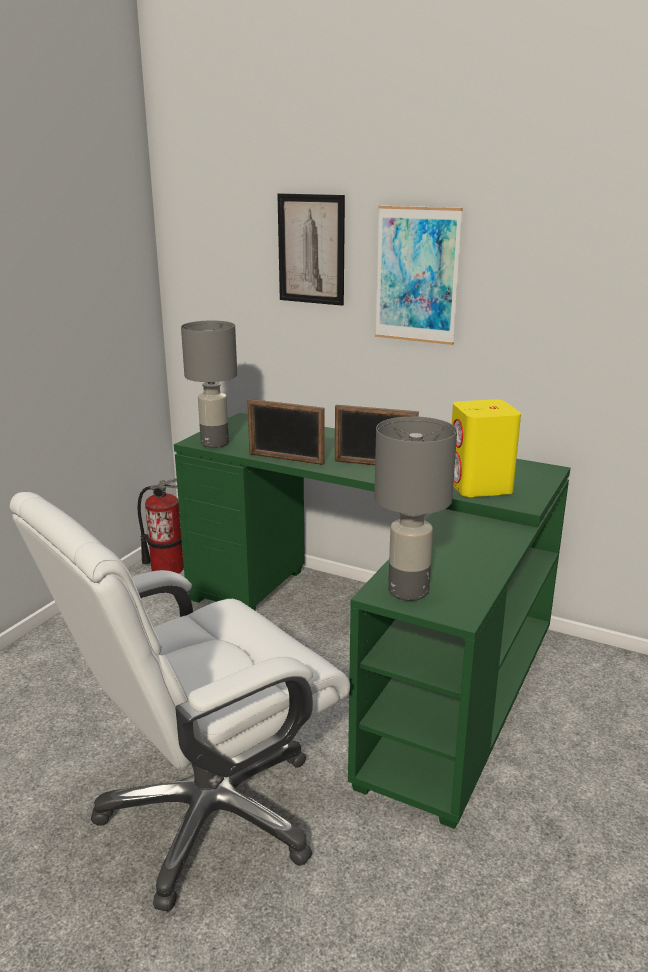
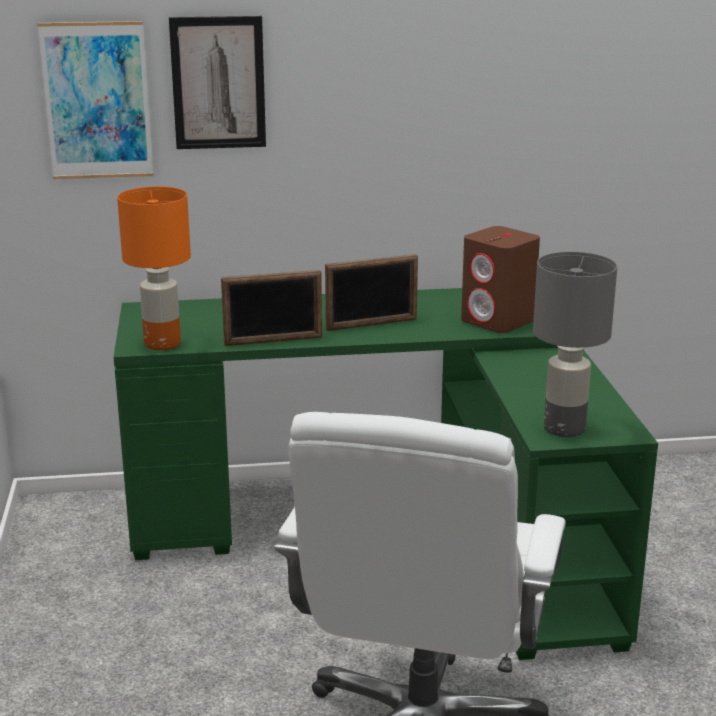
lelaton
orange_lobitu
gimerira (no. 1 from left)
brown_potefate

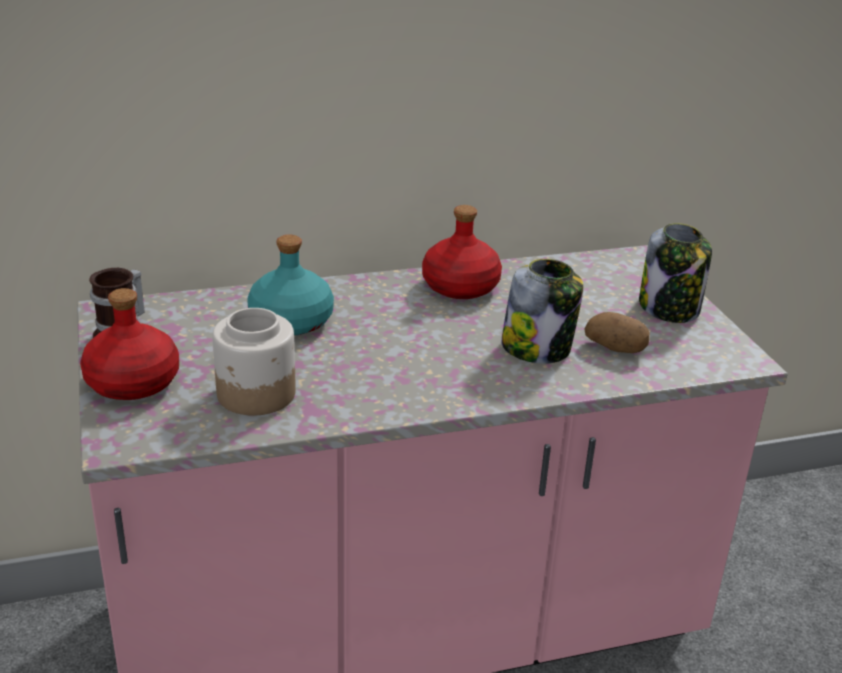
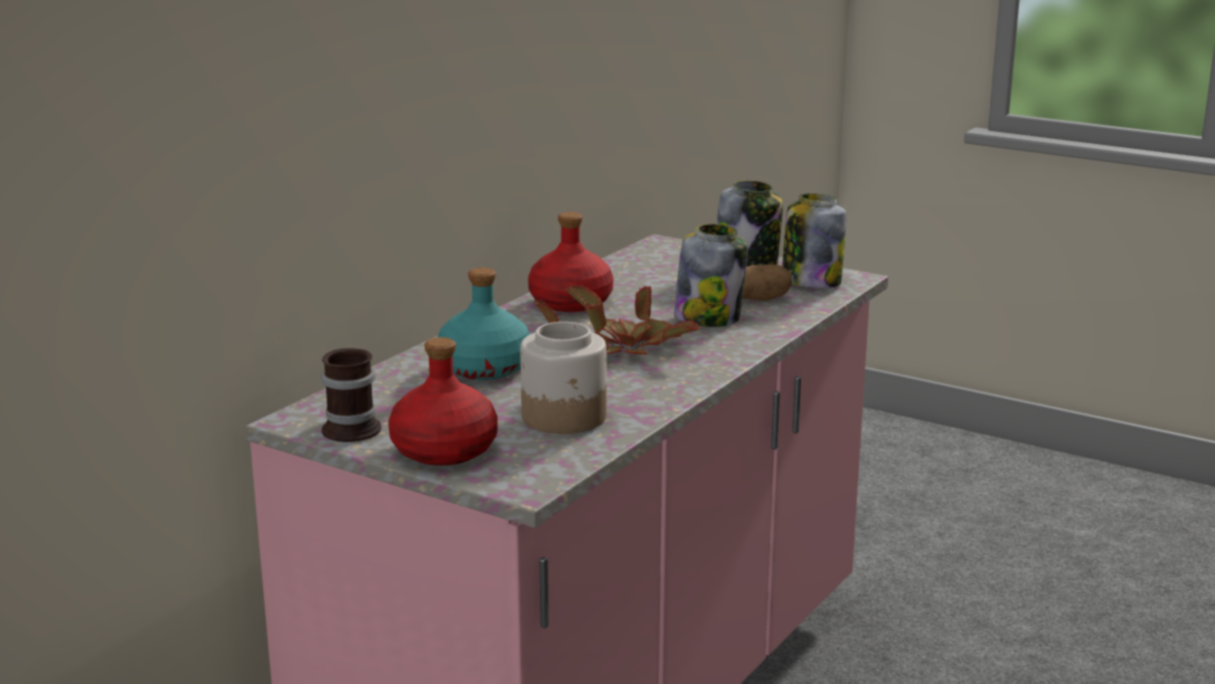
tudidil
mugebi (no. 4 from left)

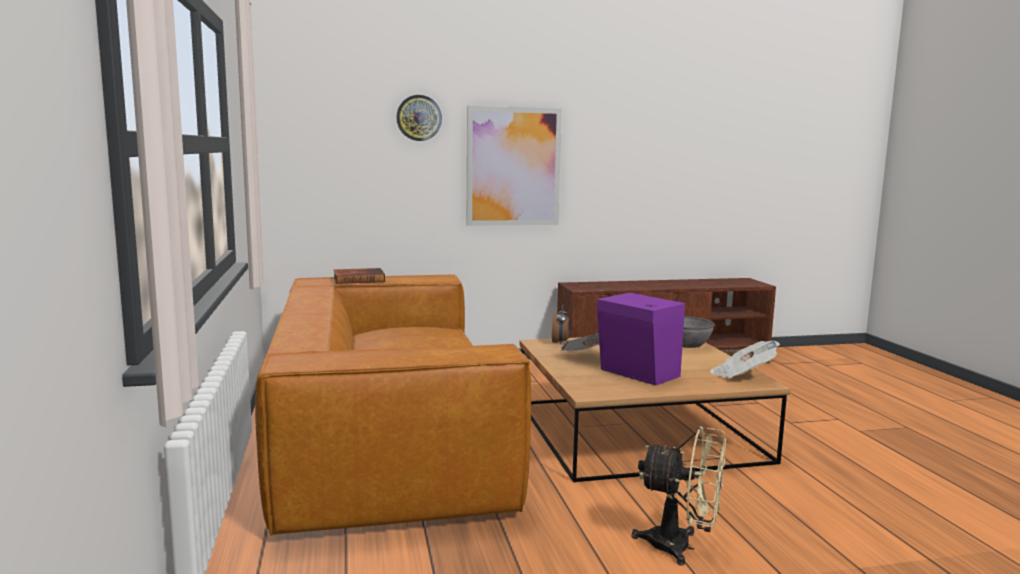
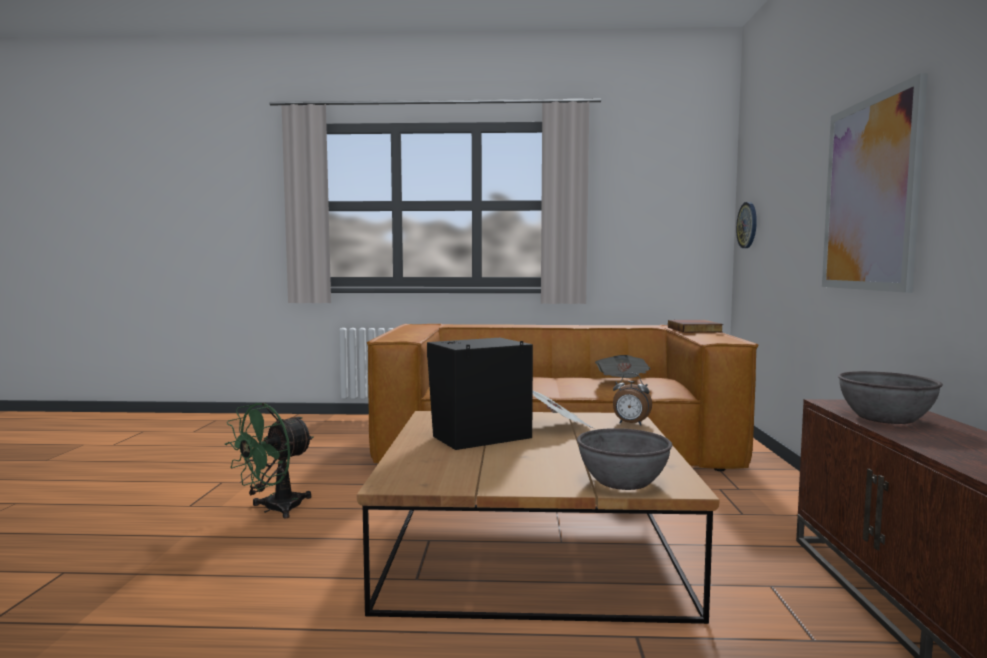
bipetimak
black_potefate
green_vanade
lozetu (no. 2 from left)
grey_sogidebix (no. 2 from left)

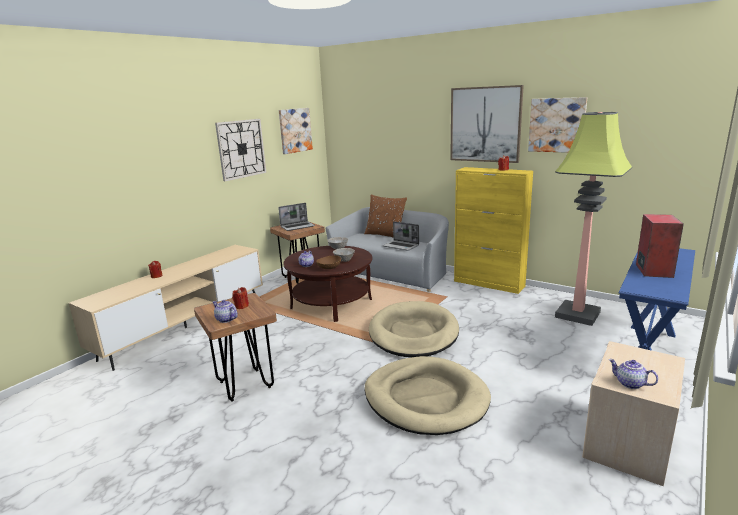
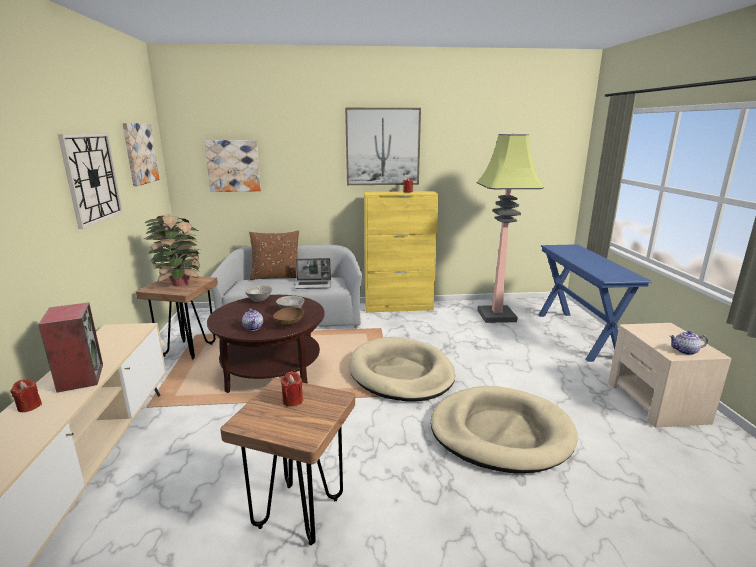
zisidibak (no. 1 from left in the first image)
tudidil
gimerira (no. 2 from left)
potefate

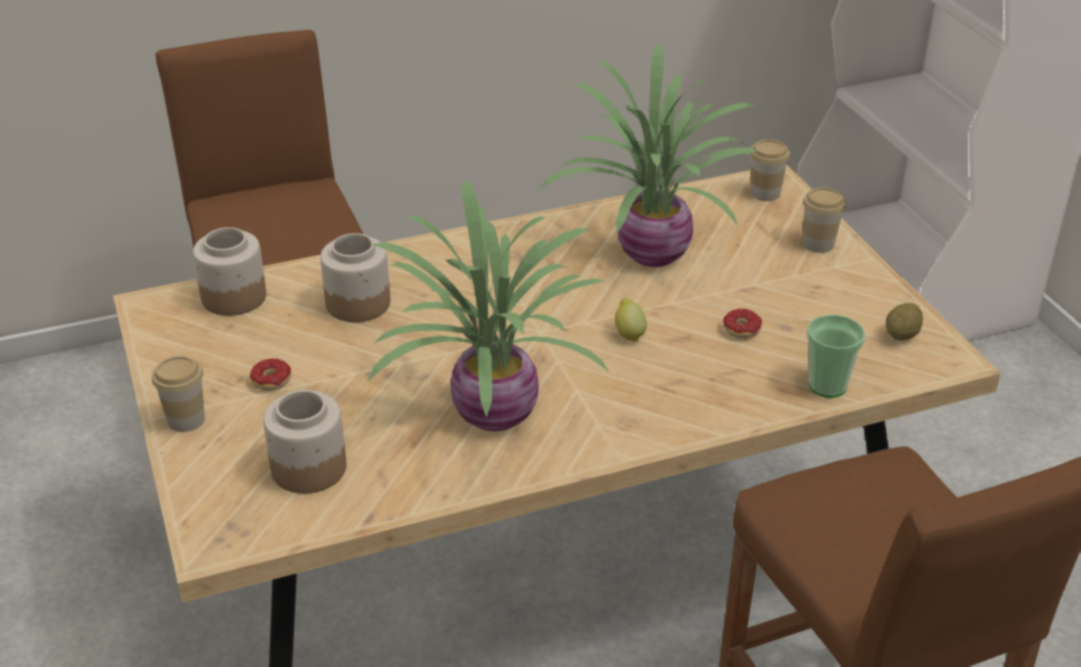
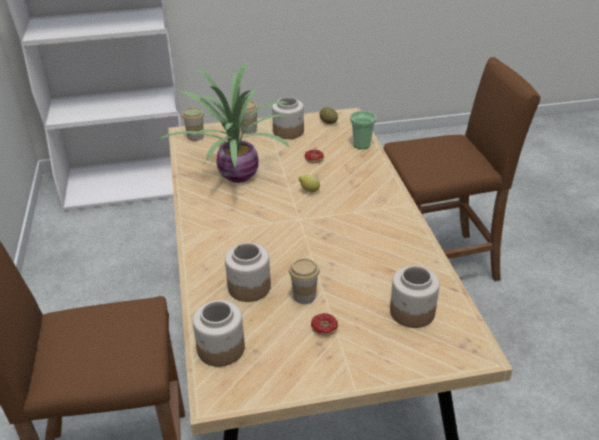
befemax (no. 3 from left)
tudidil (no. 1 from left in the first image)
mugebi (no. 3 from left)

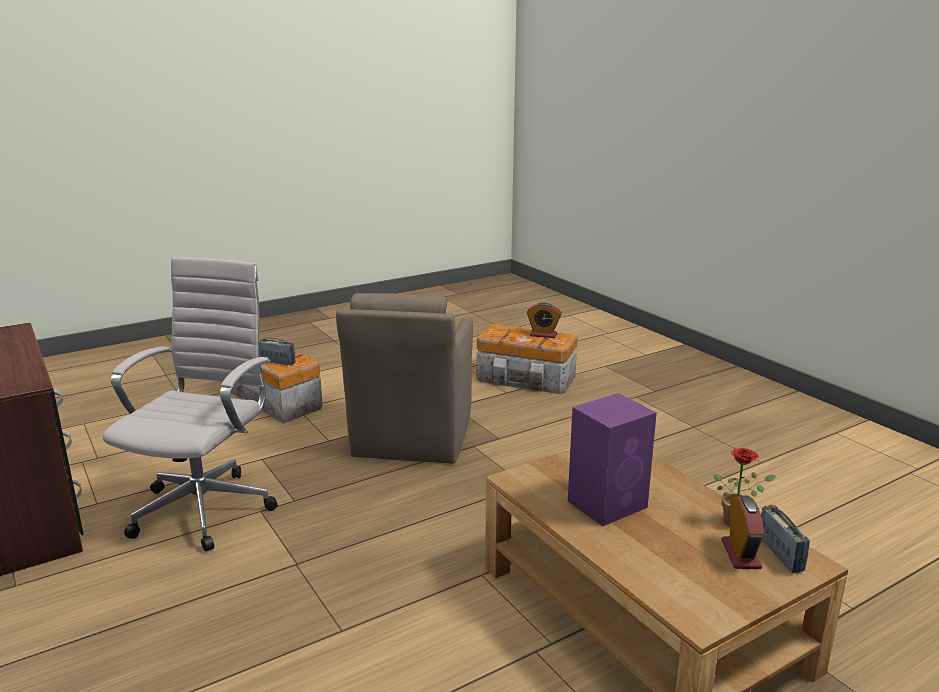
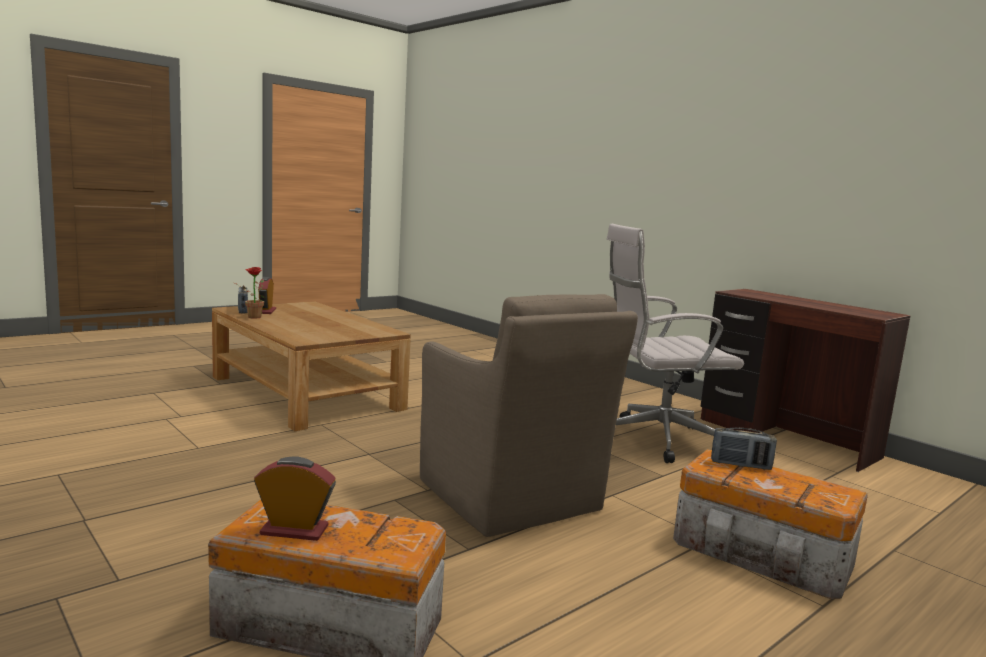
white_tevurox
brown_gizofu
purple_potefate

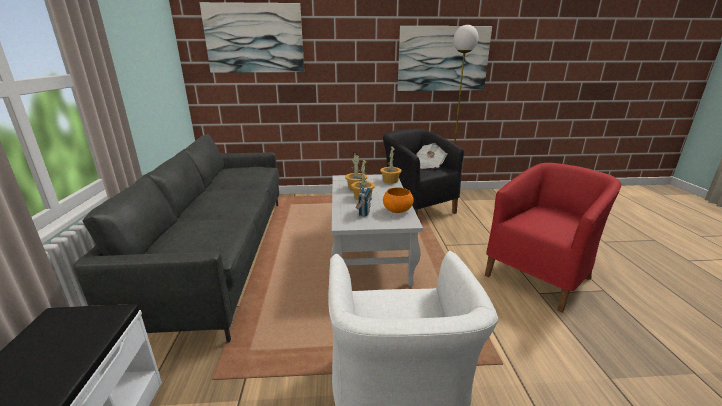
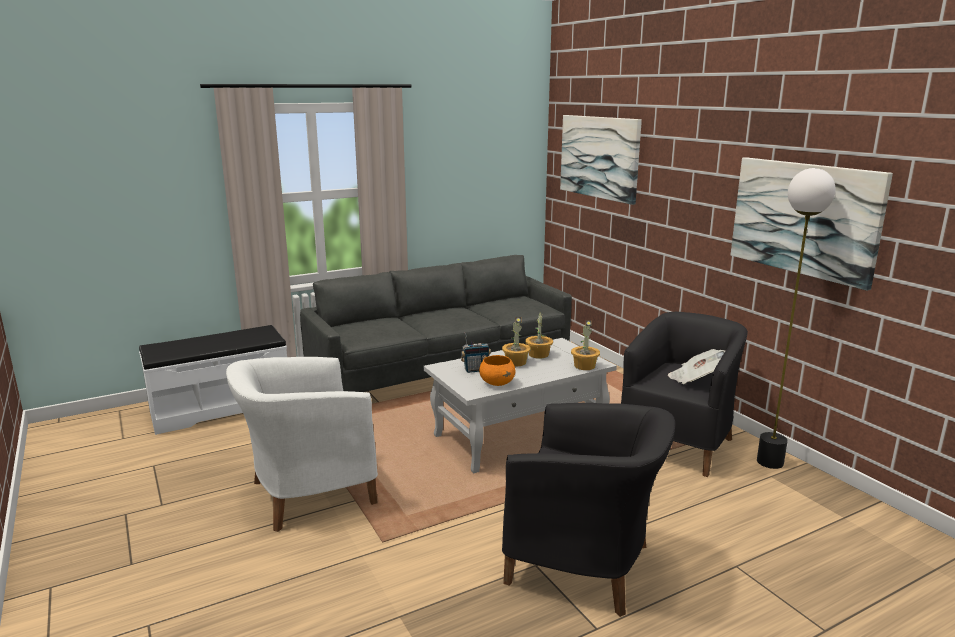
black_gizofu (no. 1 from left)

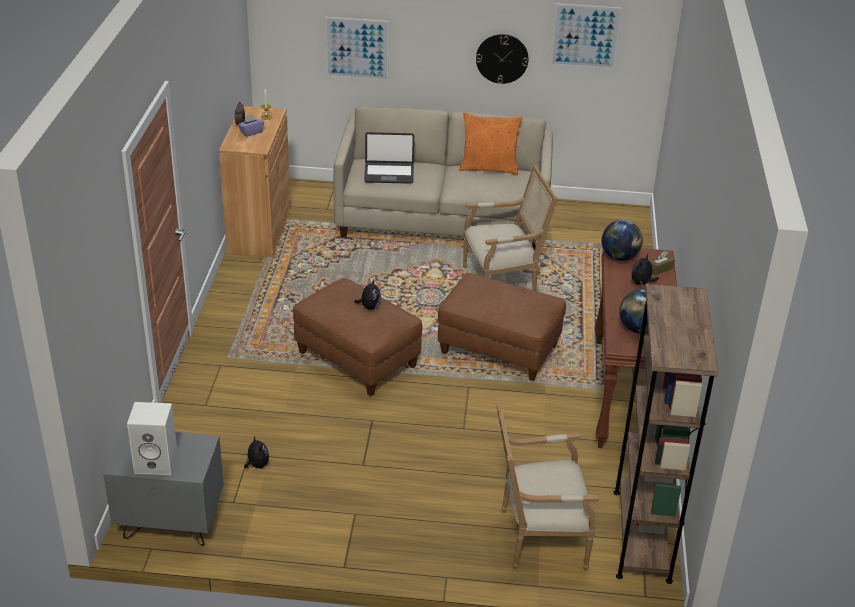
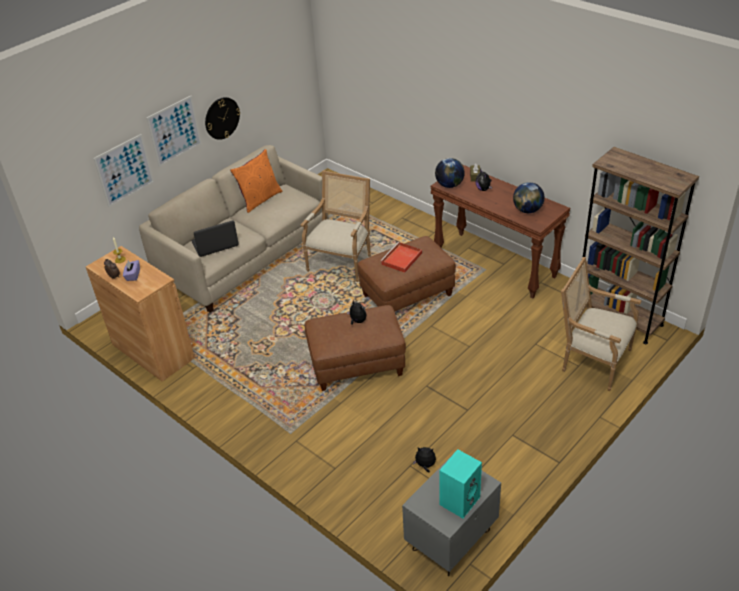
turquoise_potefate
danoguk
gizofu (no. 2 from left)
gimerira (no. 2 from left)
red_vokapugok

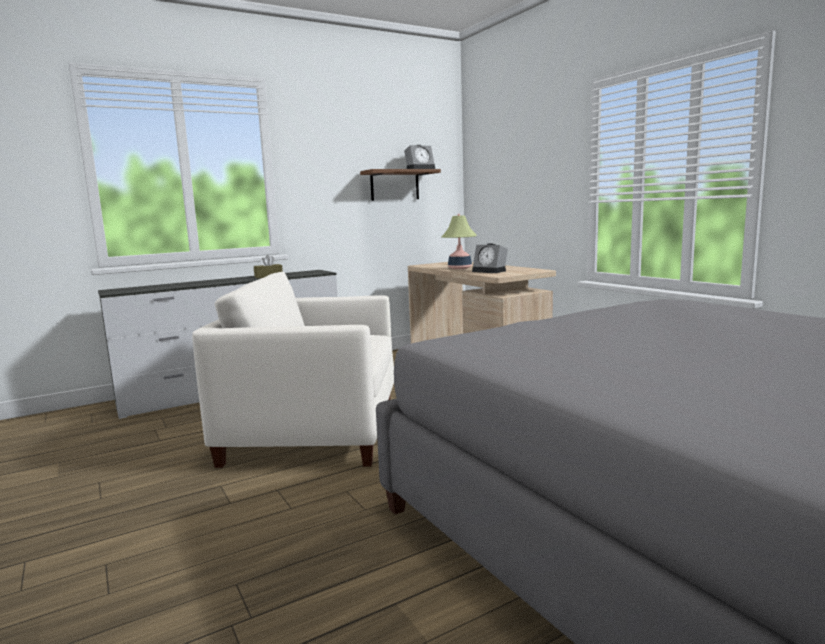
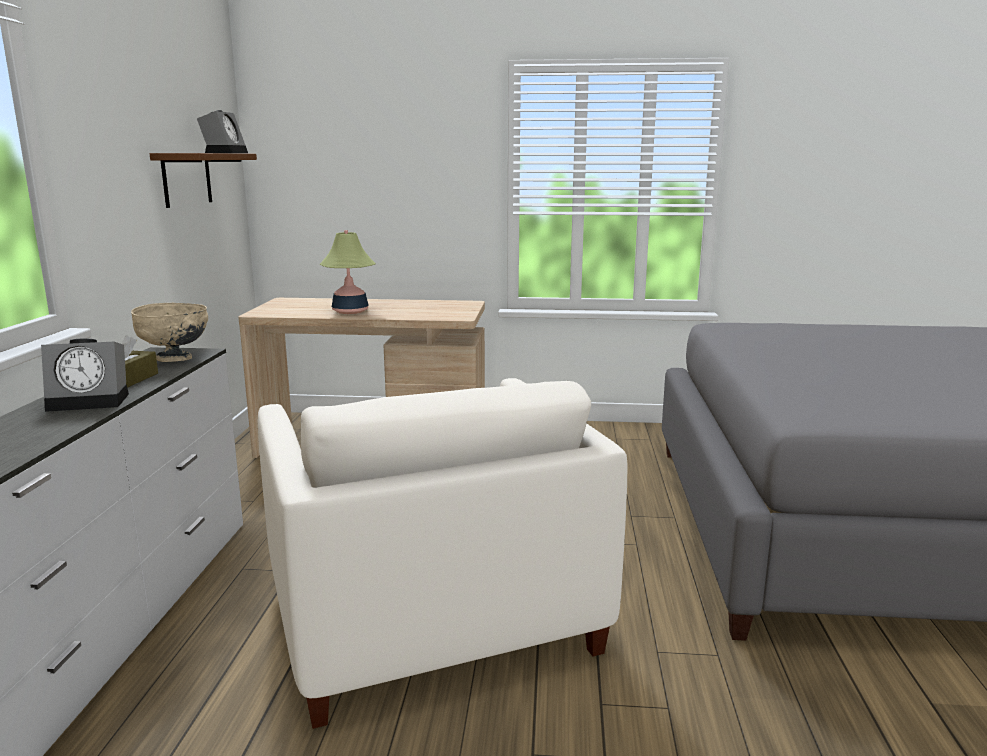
white_gizofu
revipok (no. 1 from left)
beige_sogidebix

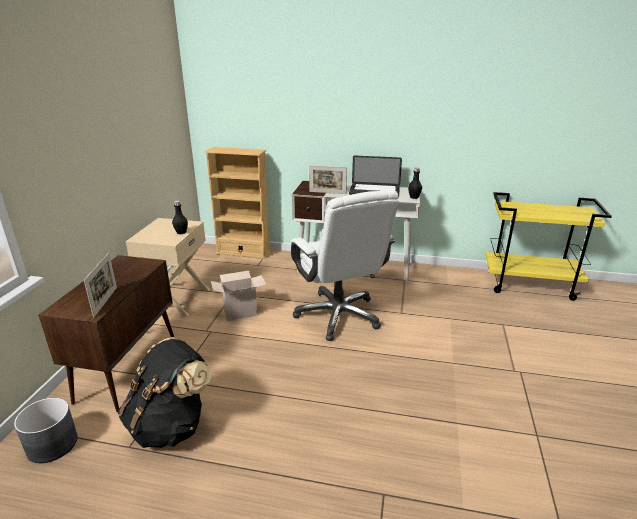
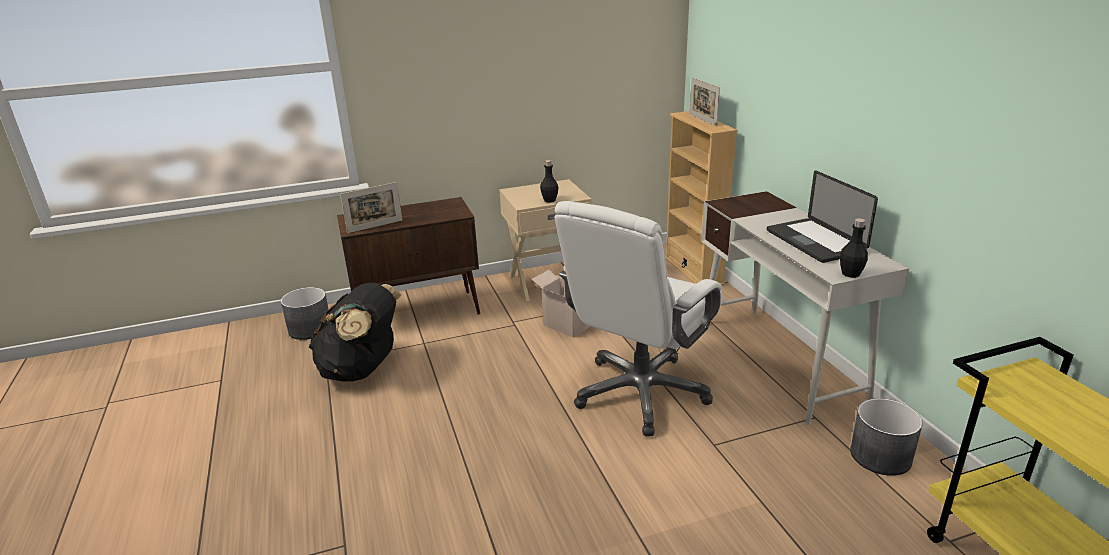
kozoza (no. 2 from left)
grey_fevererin (no. 2 from left)

